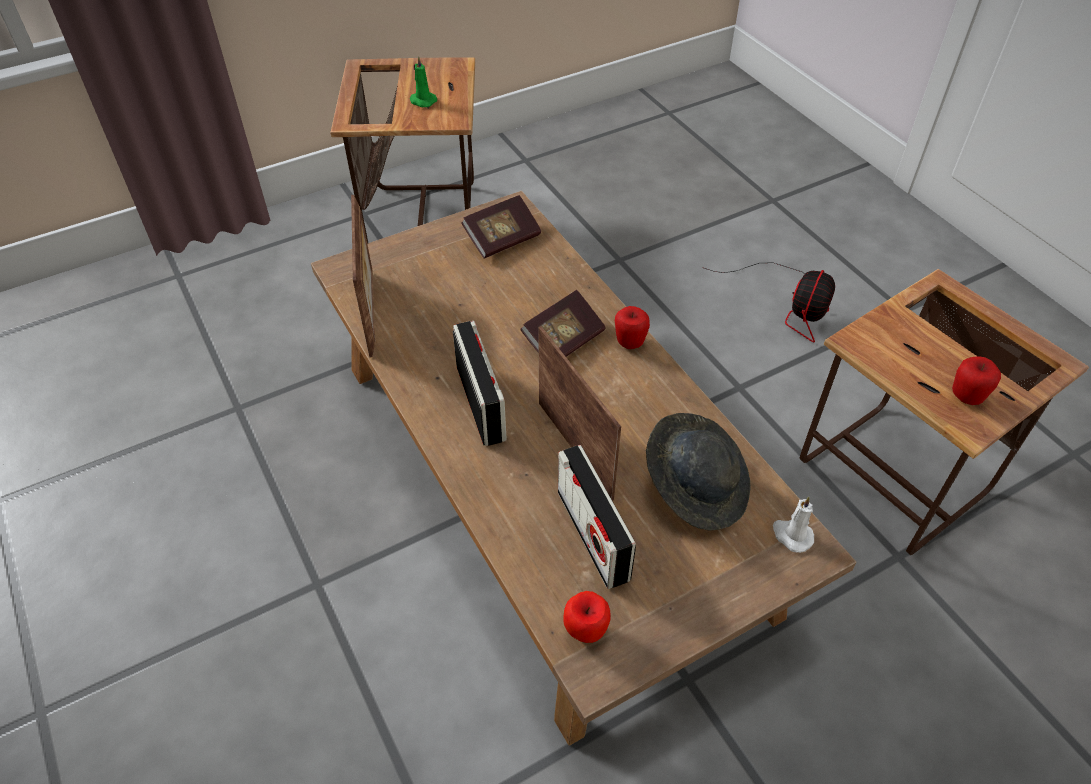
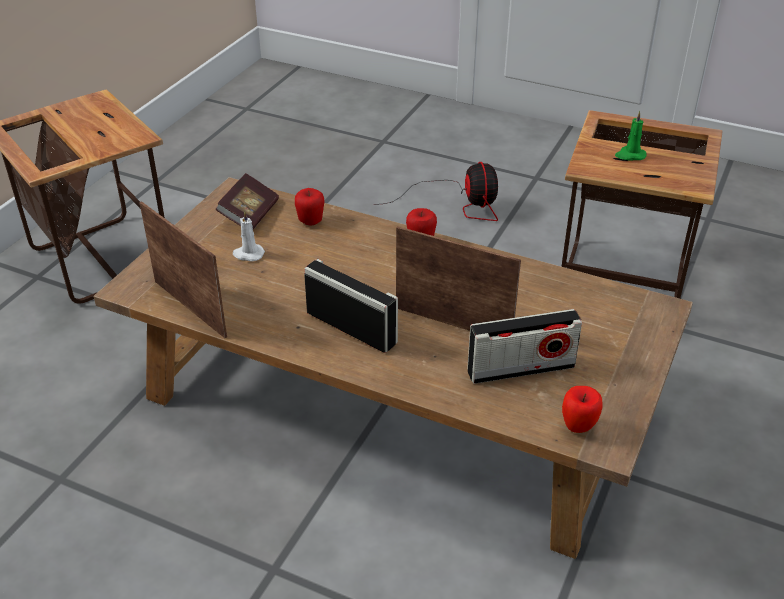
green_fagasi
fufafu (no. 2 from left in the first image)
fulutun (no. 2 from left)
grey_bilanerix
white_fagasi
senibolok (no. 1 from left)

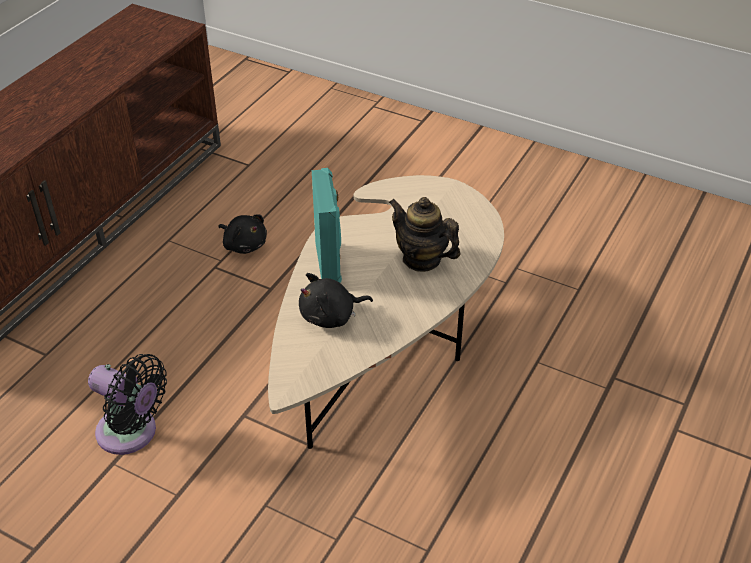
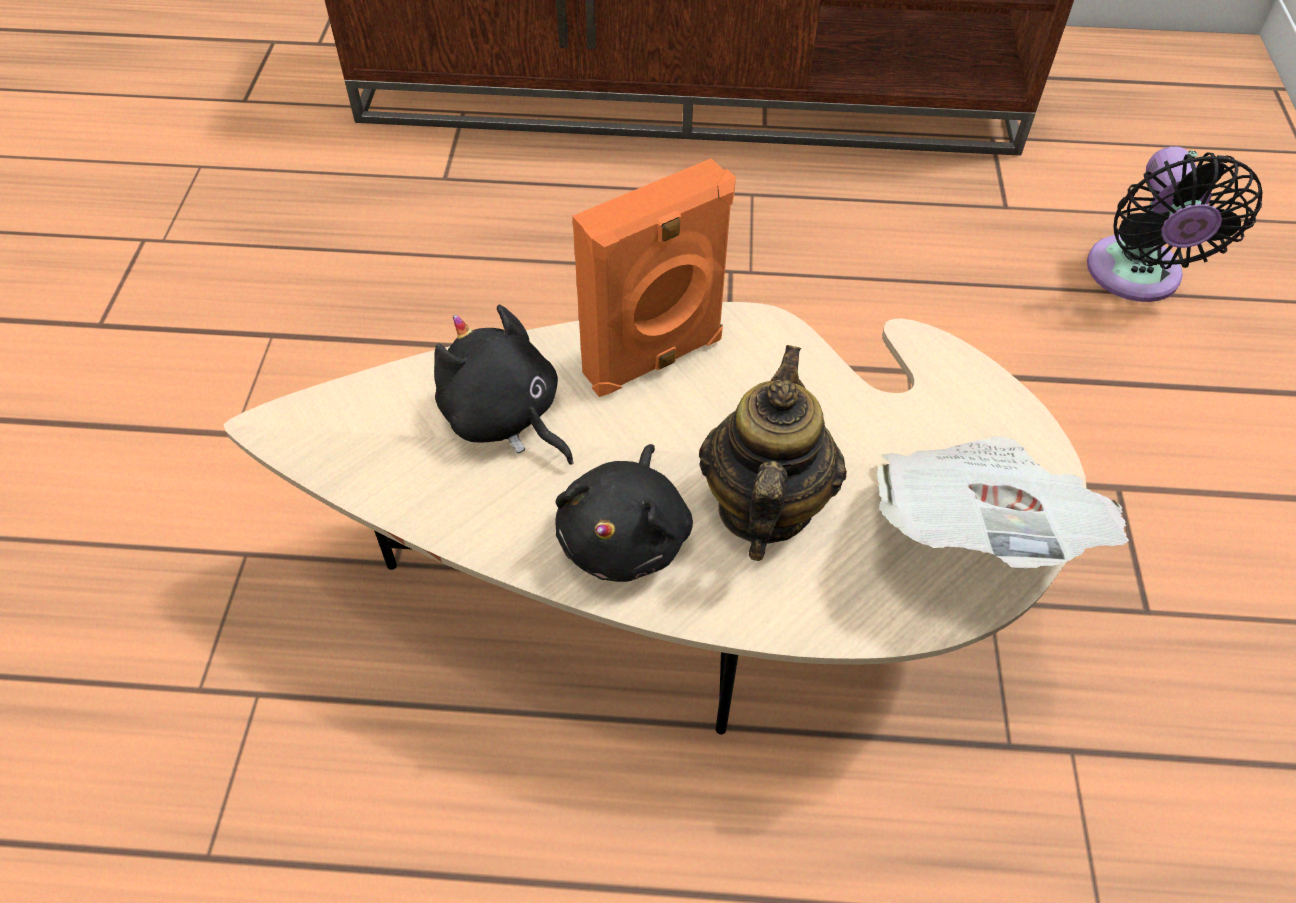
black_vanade
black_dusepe (no. 2 from left)
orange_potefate
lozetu

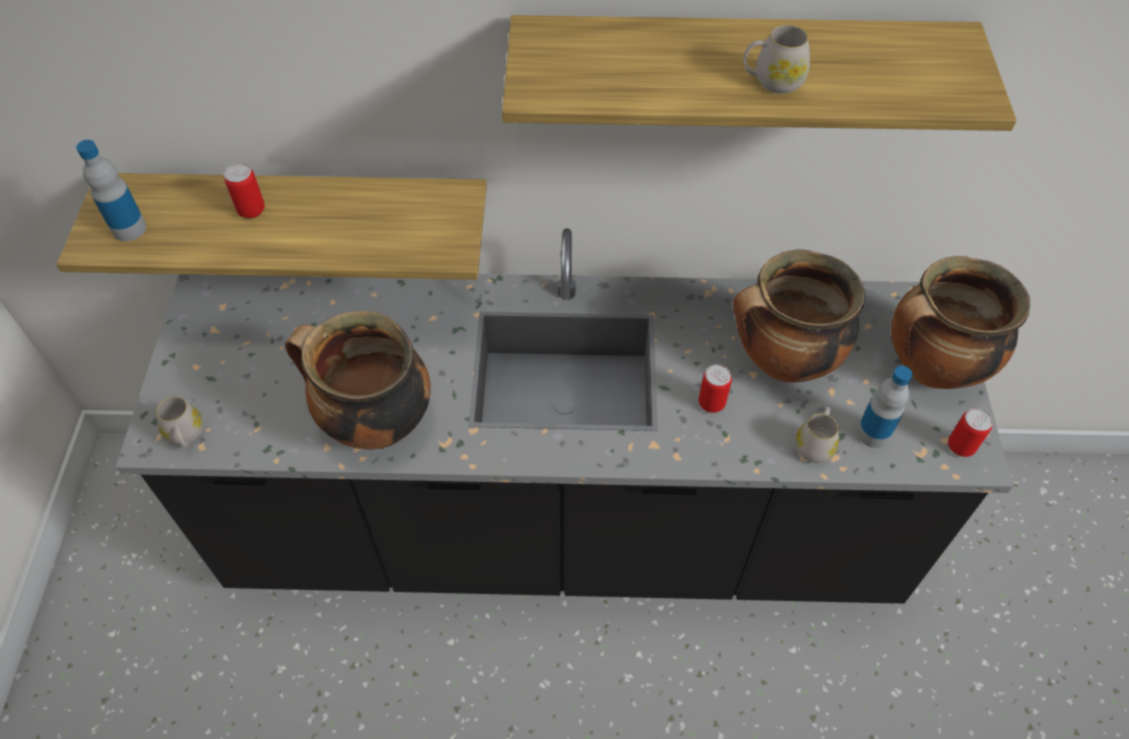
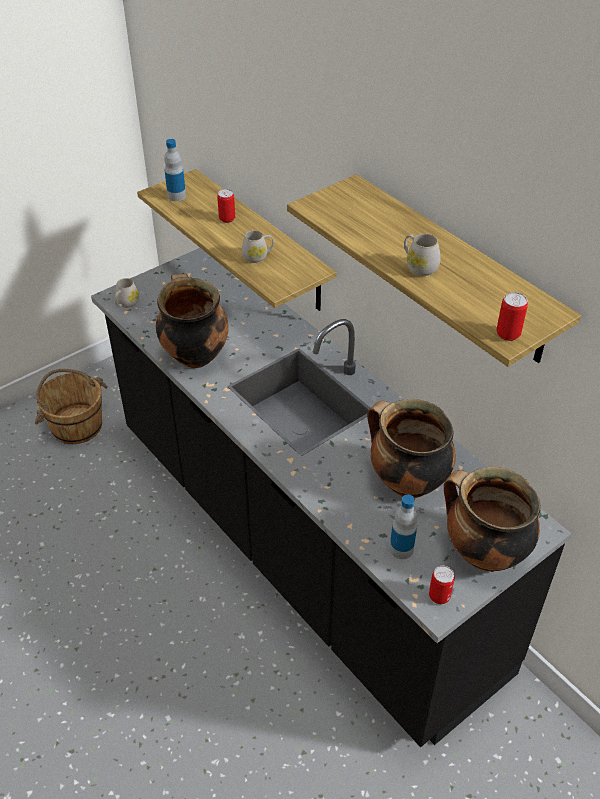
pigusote (no. 3 from left)
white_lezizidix (no. 2 from left)
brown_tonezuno

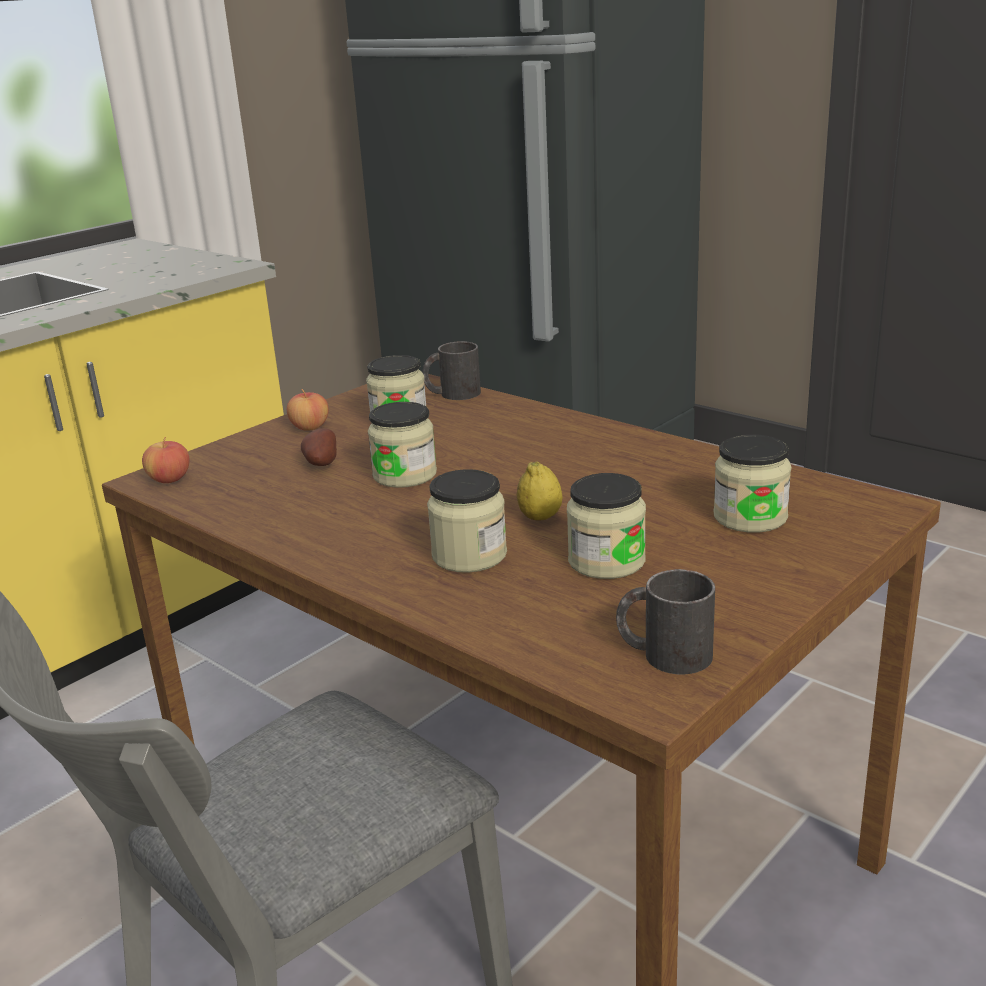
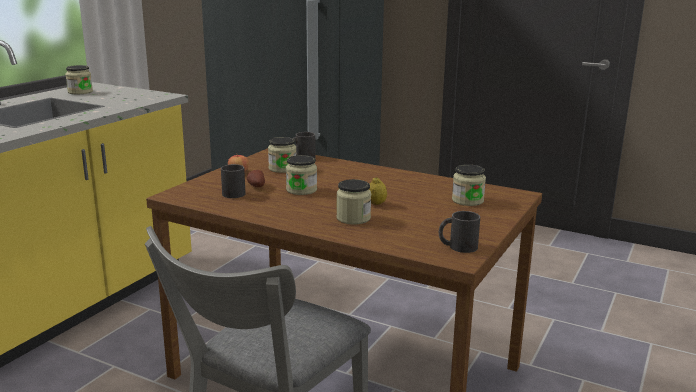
senibolok (no. 1 from left in the first image)
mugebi (no. 1 from left)
black_lezizidix (no. 1 from left)

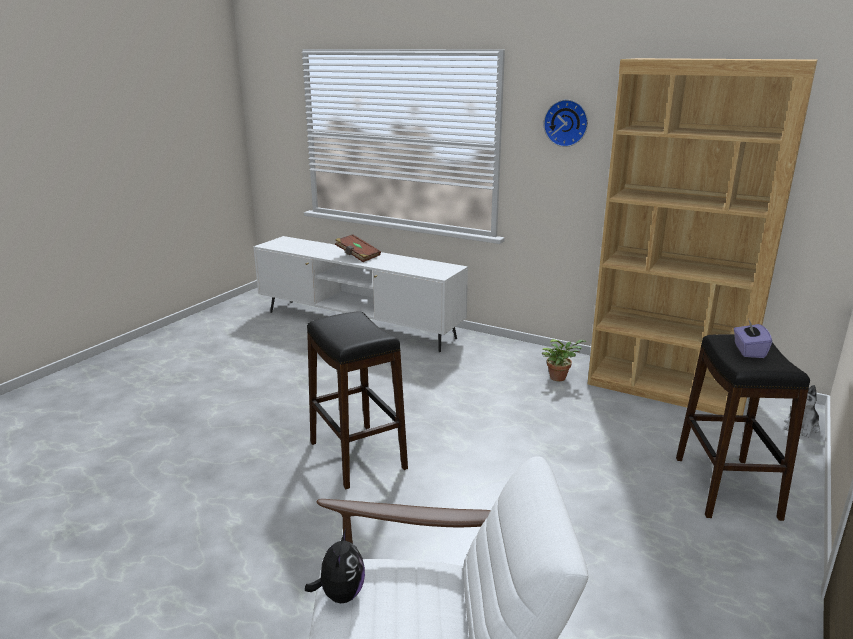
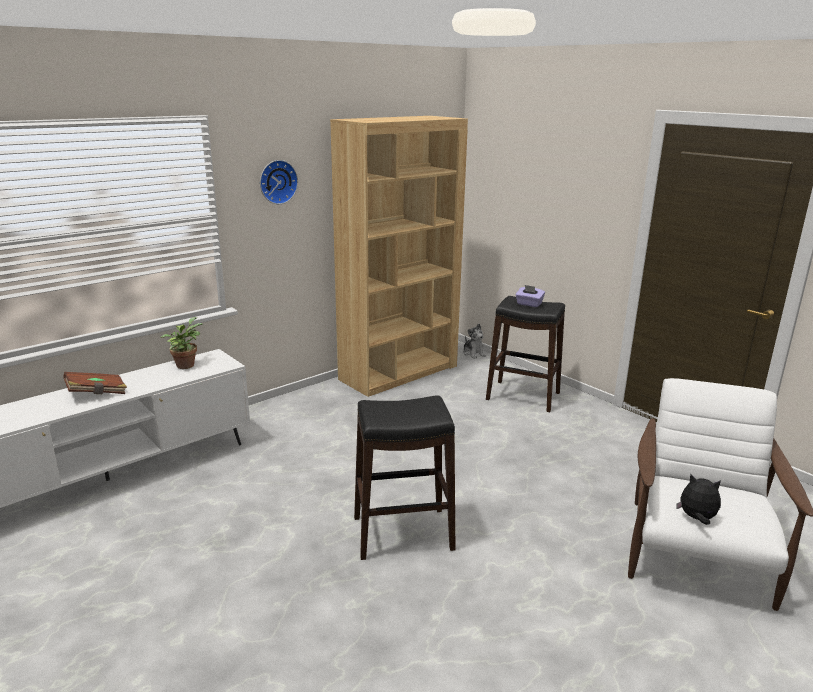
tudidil

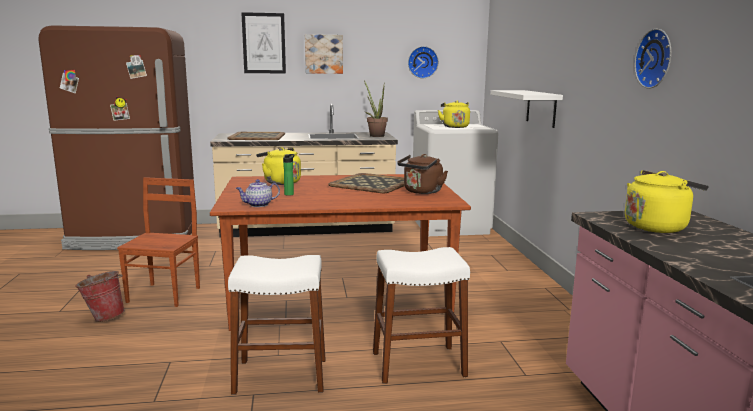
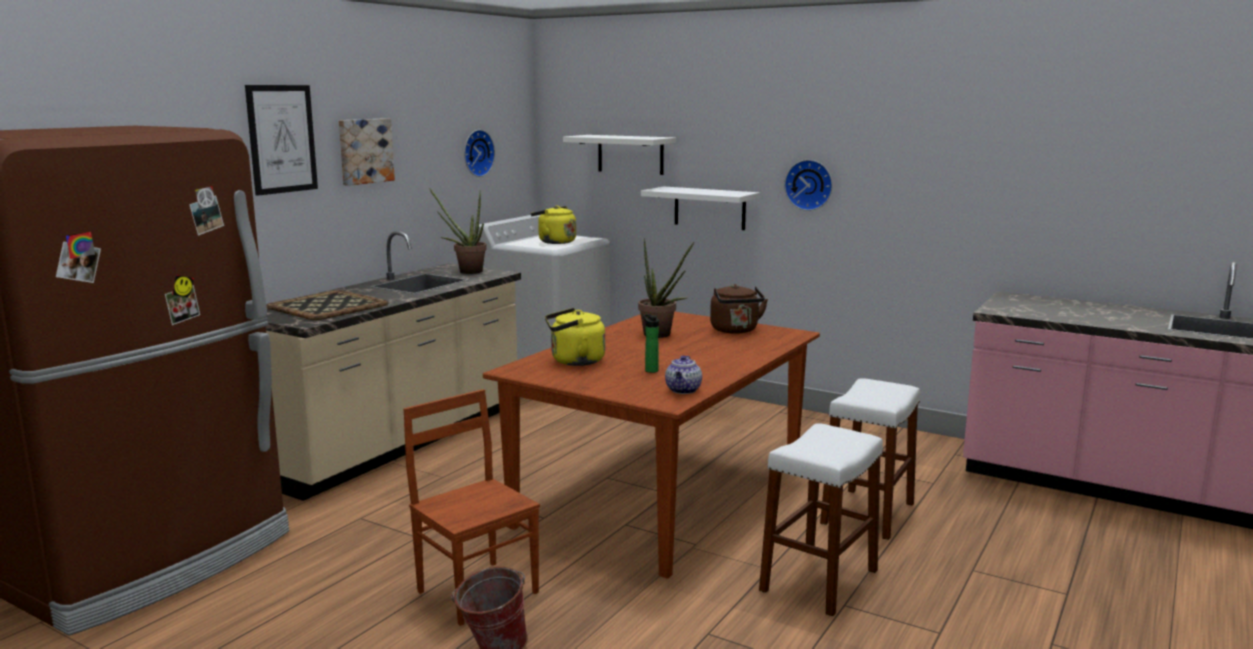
tudidil (no. 2 from left)
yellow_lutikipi (no. 3 from left in the first image)
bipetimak (no. 2 from left)
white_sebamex (no. 1 from left)

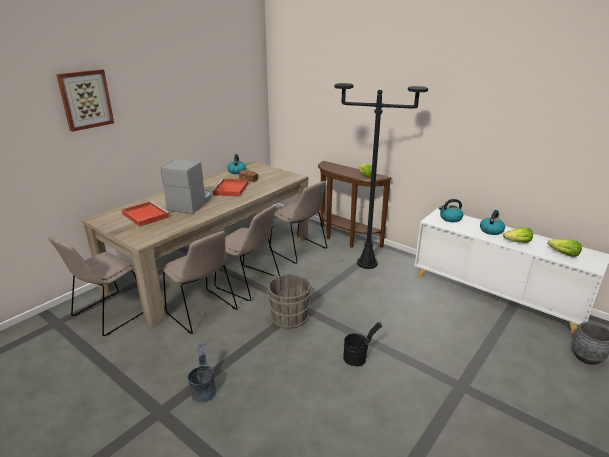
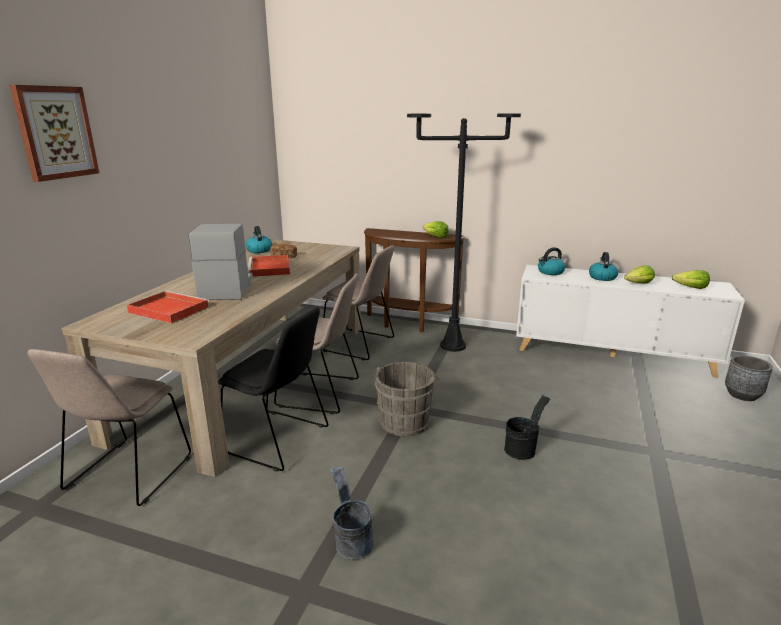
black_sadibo

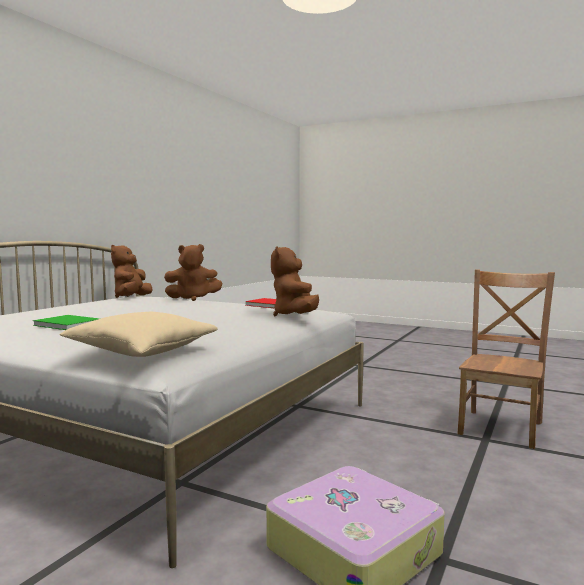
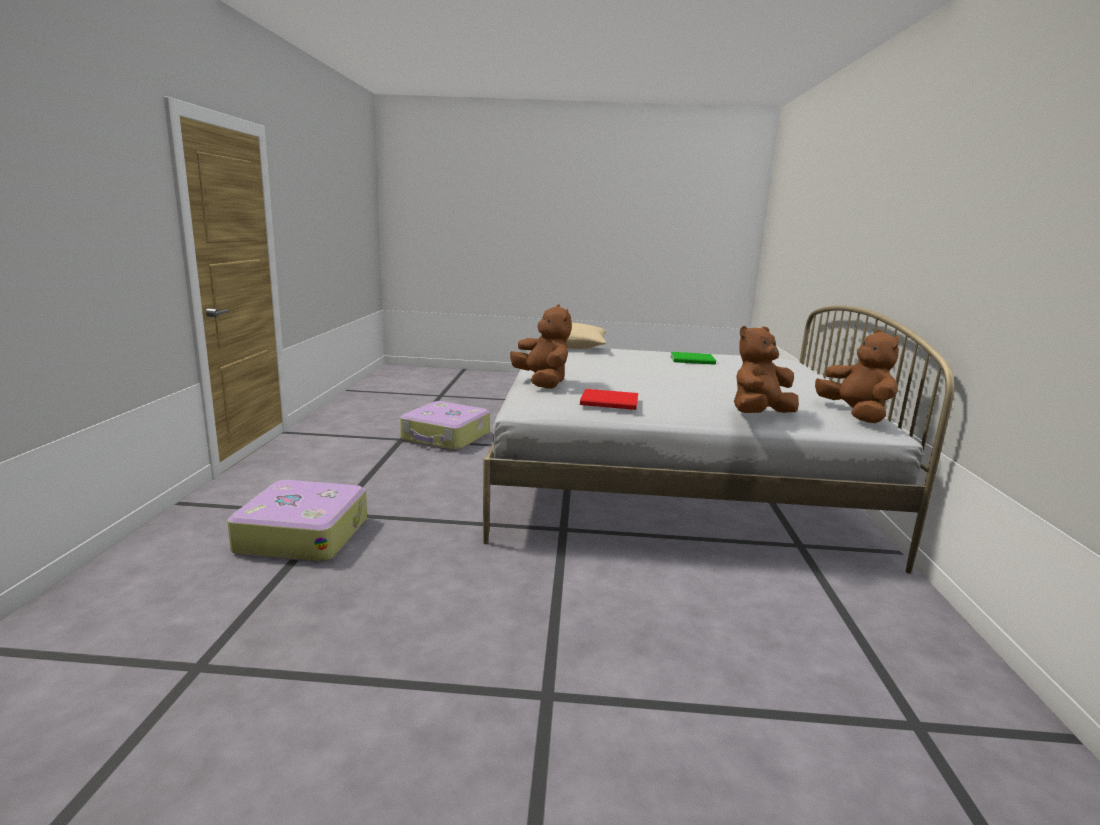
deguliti (no. 1 from left)

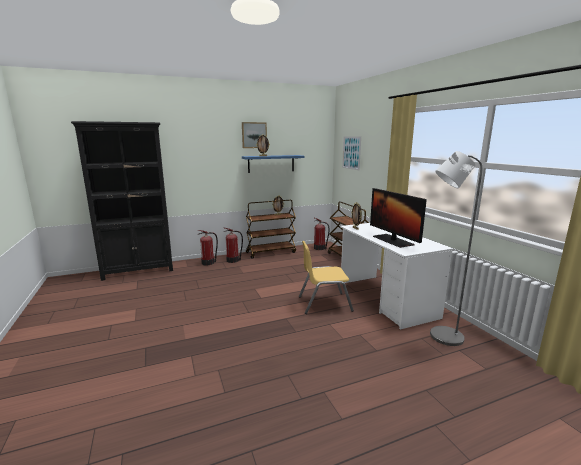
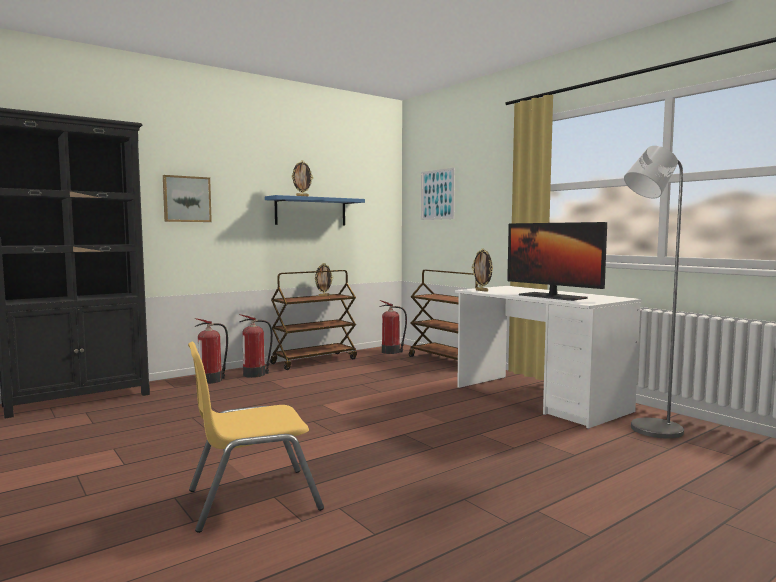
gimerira (no. 1 from left)
yellow_sadibo

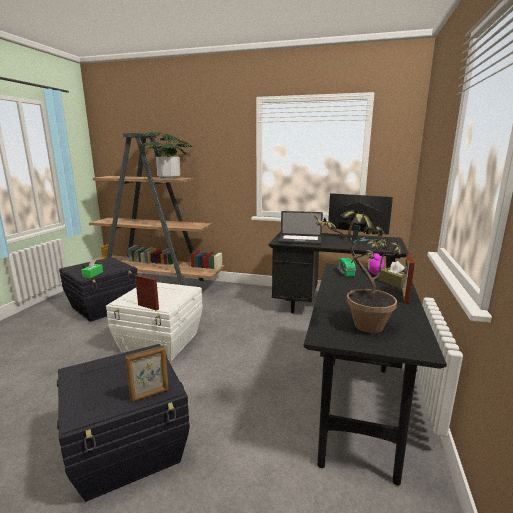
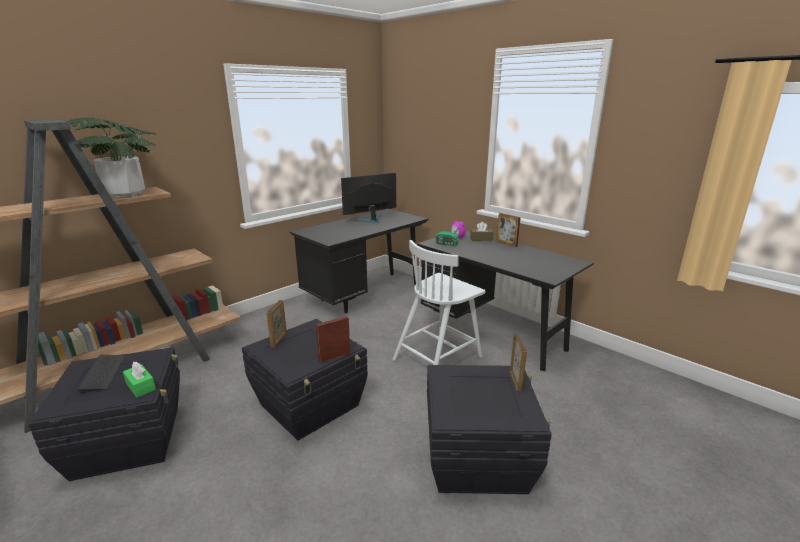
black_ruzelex (no. 2 from left)
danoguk
tudidil (no. 2 from left in the first image)
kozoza (no. 1 from left)
white_sadibo

